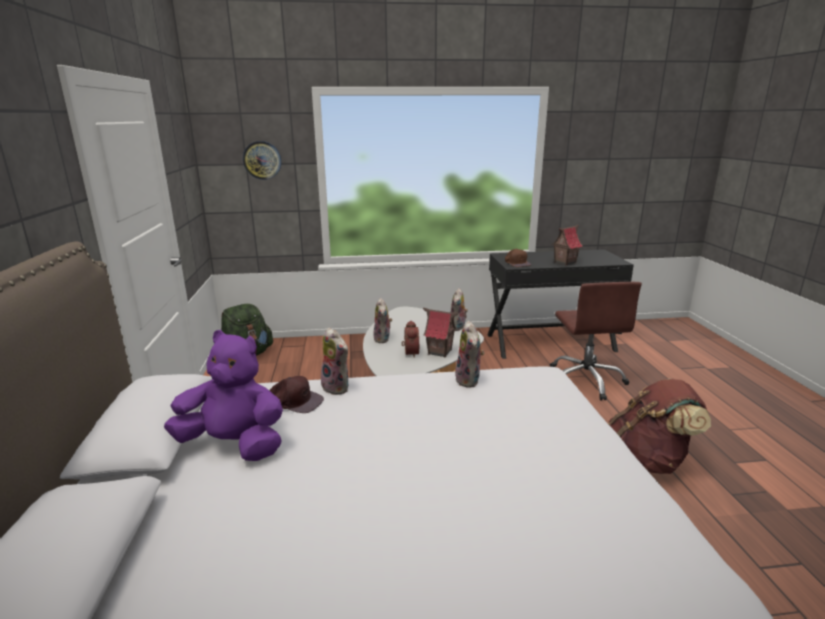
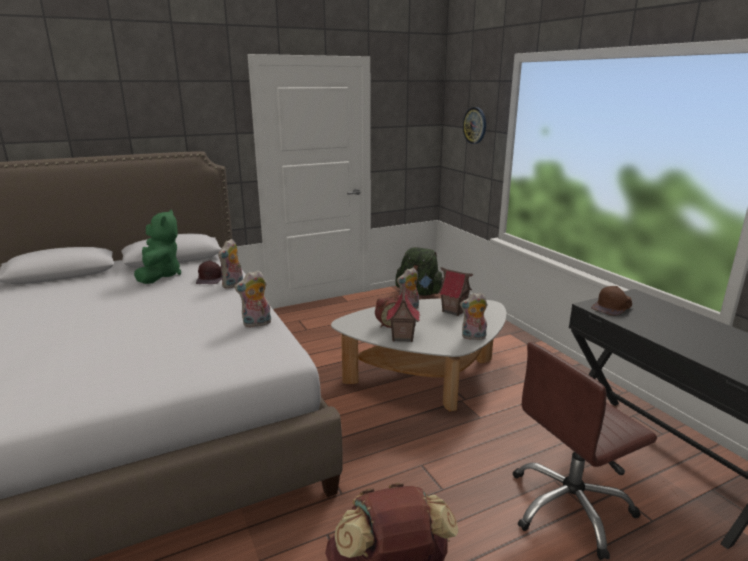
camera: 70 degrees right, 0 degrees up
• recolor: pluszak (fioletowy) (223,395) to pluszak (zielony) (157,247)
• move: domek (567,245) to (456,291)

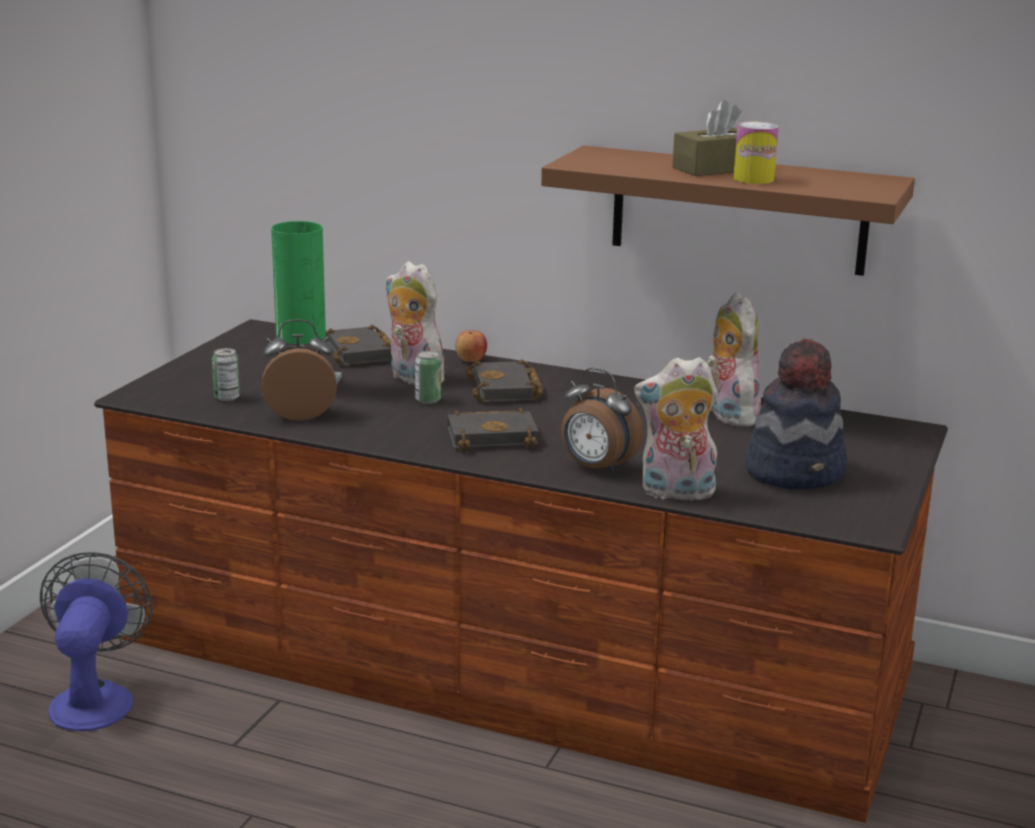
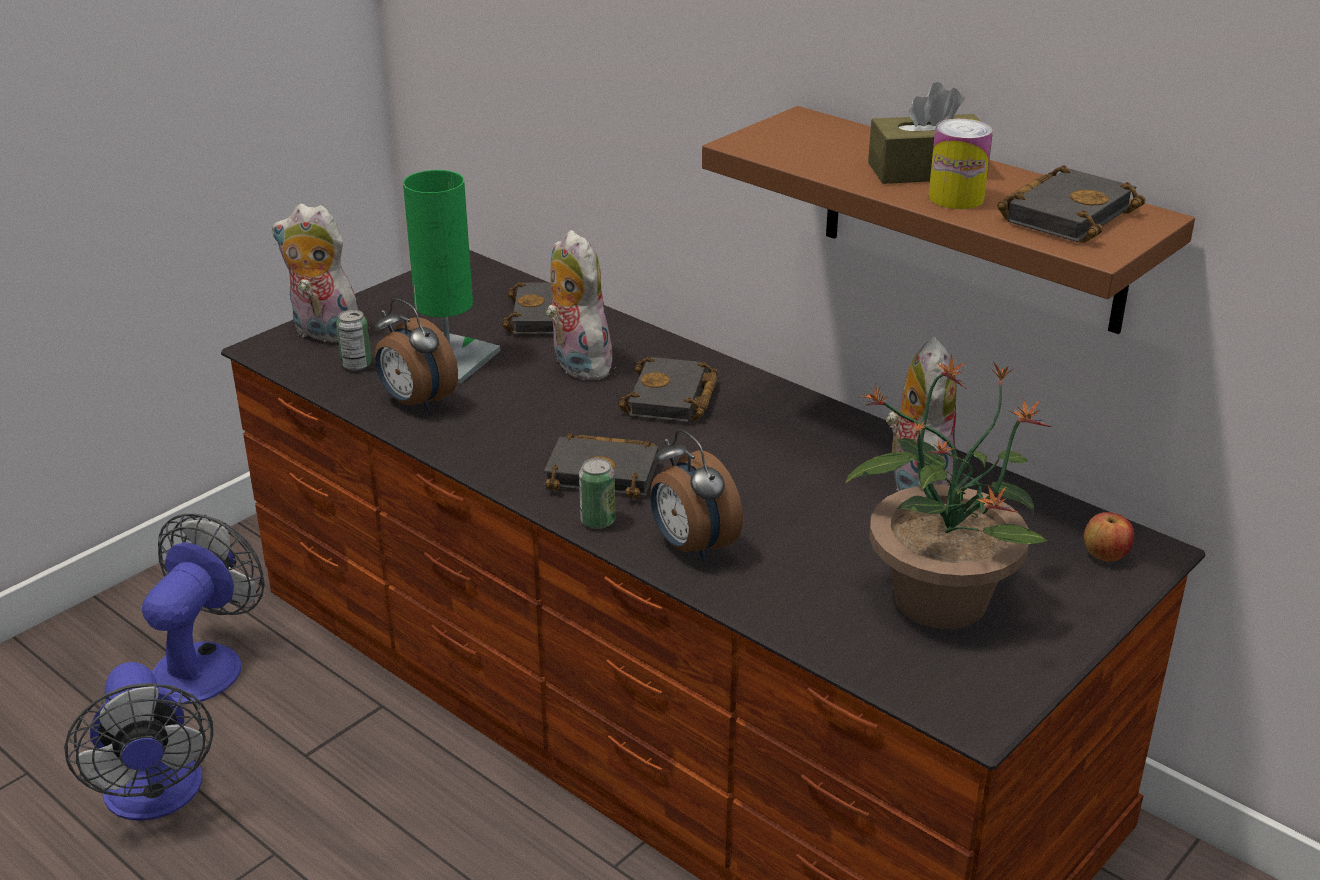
camera: 20 degrees right, 10 degrees up
• insert: wentylator (139,741)
• move: pluszak (676,429) to (315,273)
• rotate: budzik (299,370) = (416,355) 150 degrees counterclockwise
• move: puszka (428,377) to (597,493)
• replace: kapelusz (796,414) to roślina doniczkowa (948,491)
• insert: książka (czarny) (1071,204)
• move: jabłko (471,346) to (1109,537)

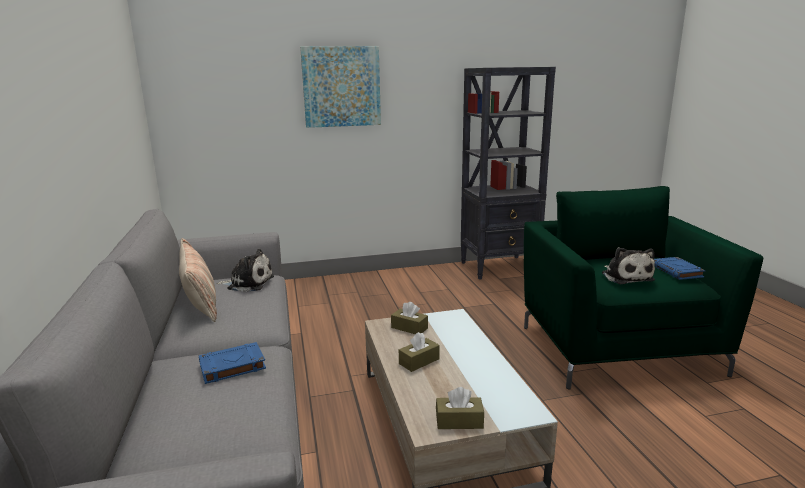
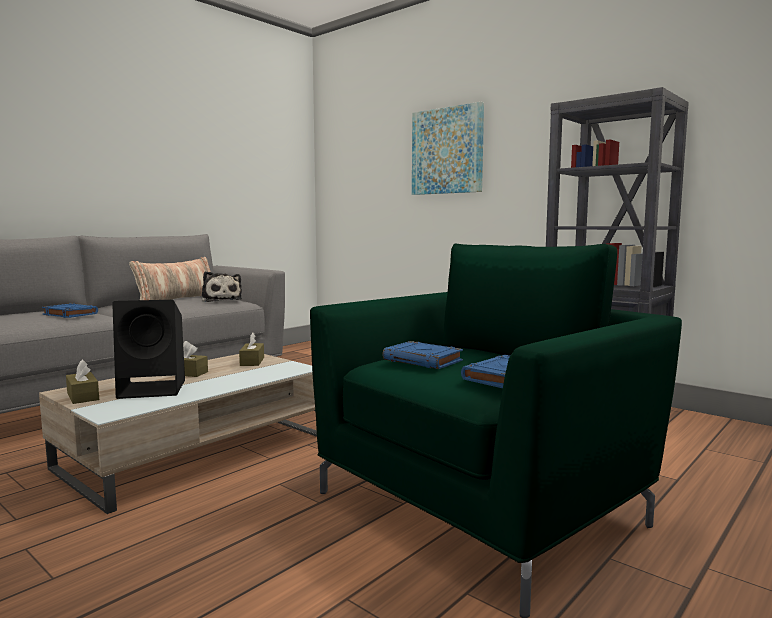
camera: 55 degrees right, 10 degrees down
• insert: głośnik (czarny) (148,349)
• replace: pluszak (628,266) to książka (niebieski) (422,355)

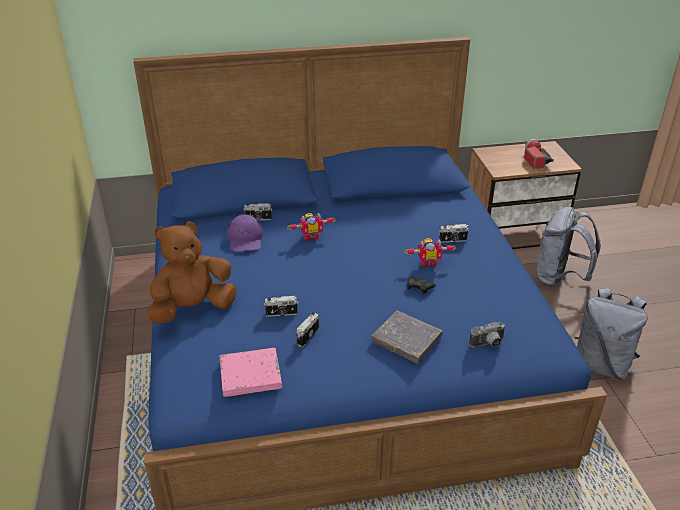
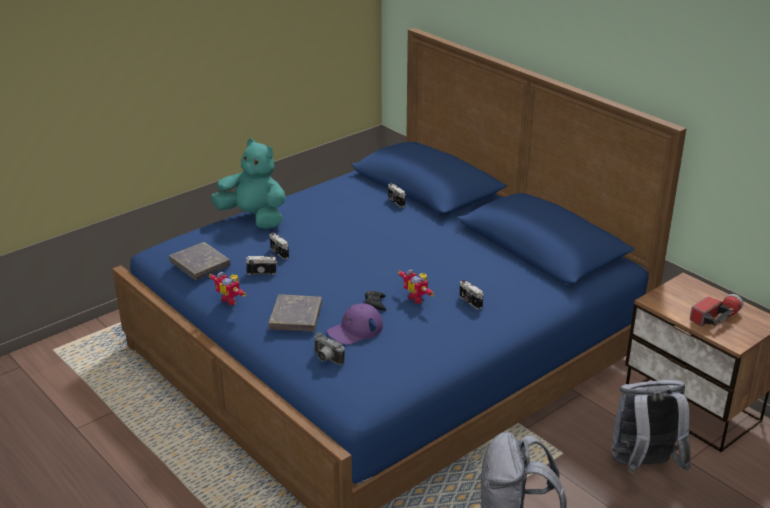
camera: 60 degrees right, 5 degrees down
• recolor: książka (różowy) (250,372) to książka (szary) (200,261)
• move: robot zabawkowy (311,227) to (227,288)
• recolor: pluszak (brązowy) (191,272) to pluszak (turkusowy) (248,184)
• move: czapka z daszkiem (fioletowy) (245,233) to (355,324)

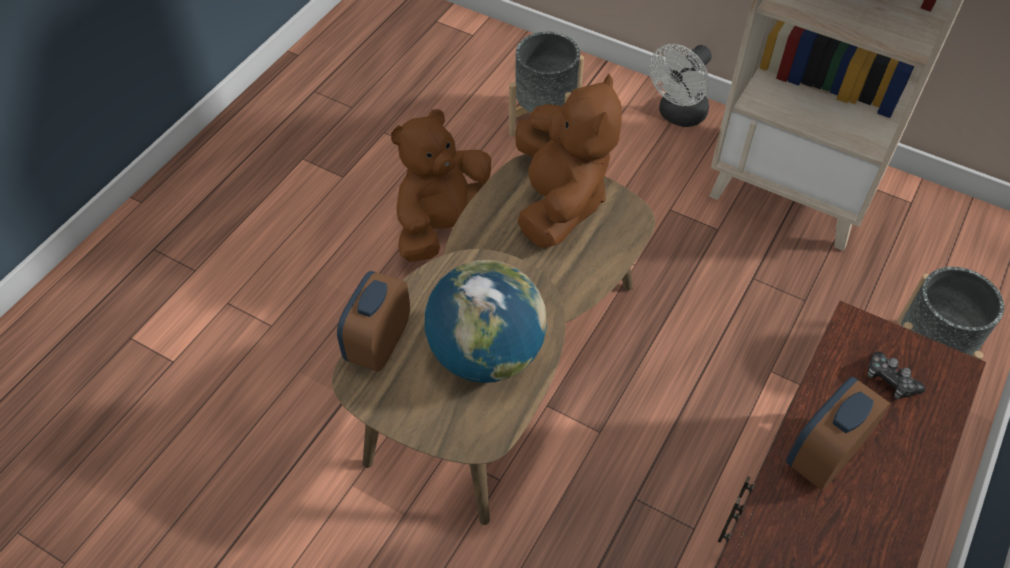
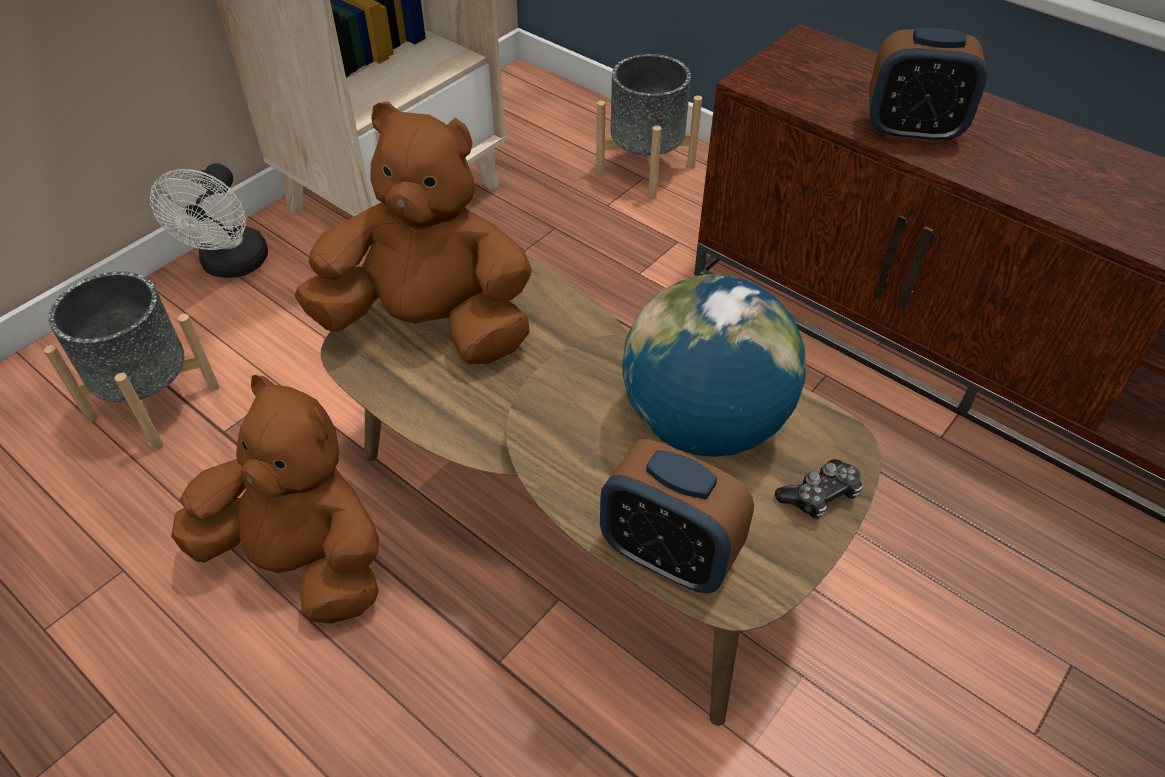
camera: 80 degrees left, 5 degrees down
• rotate: wentylator (biały) (680,85) = (209,220) 45 degrees clockwise
• rotate: pluszak (brązowy) (441,185) = (275,499) 150 degrees clockwise
• move: pad do gier (896,375) to (819,489)
• rotate: budzik (838,433) = (928,86) 45 degrees counterclockwise

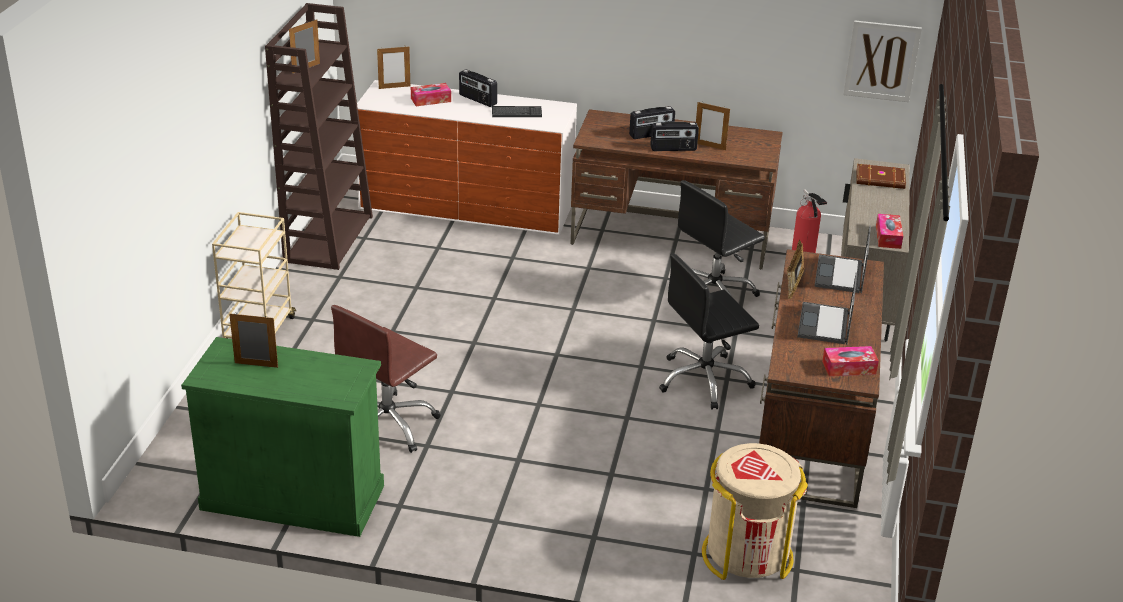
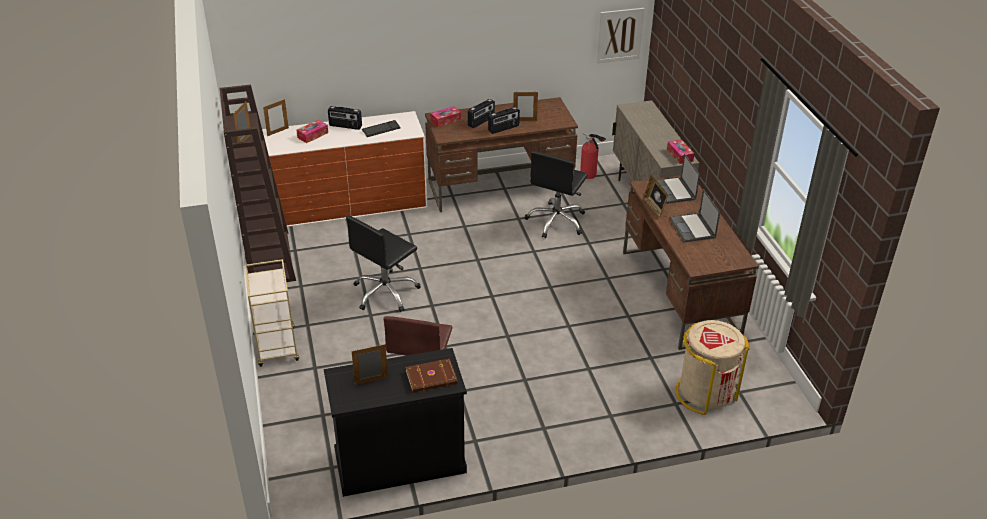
camera: 25 degrees left, 5 degrees up
• recolor: szafka (zielony) (282,437) to szafka (czarny) (395,422)
• move: krzesło biurowe (czarny) (709,331) to (383,263)
• move: książka (brązowy) (881,176) to (432,375)
• move: pudełko chusteczek (850,361) to (445,116)

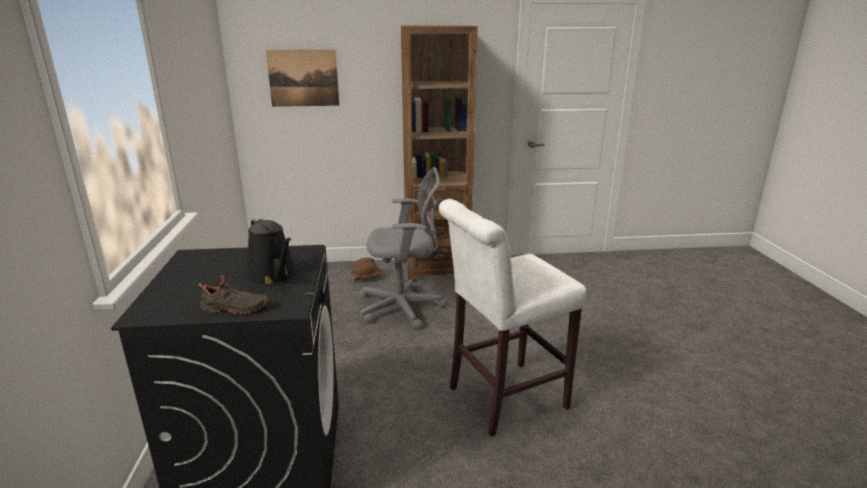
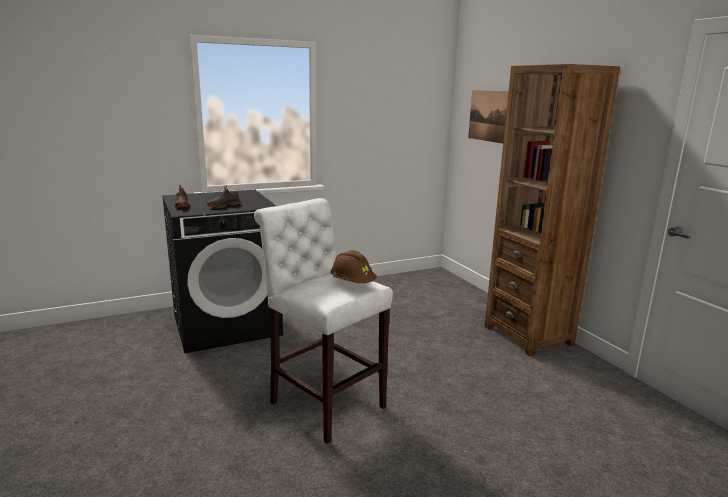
camera: 70 degrees right, 5 degrees down
• replace: konewka (czarny) (271,251) to but (czarny) (223,196)
• move: kask (brązowy) (366,269) to (354,266)
• delete: krzesło biurowe (szary) (403,248)

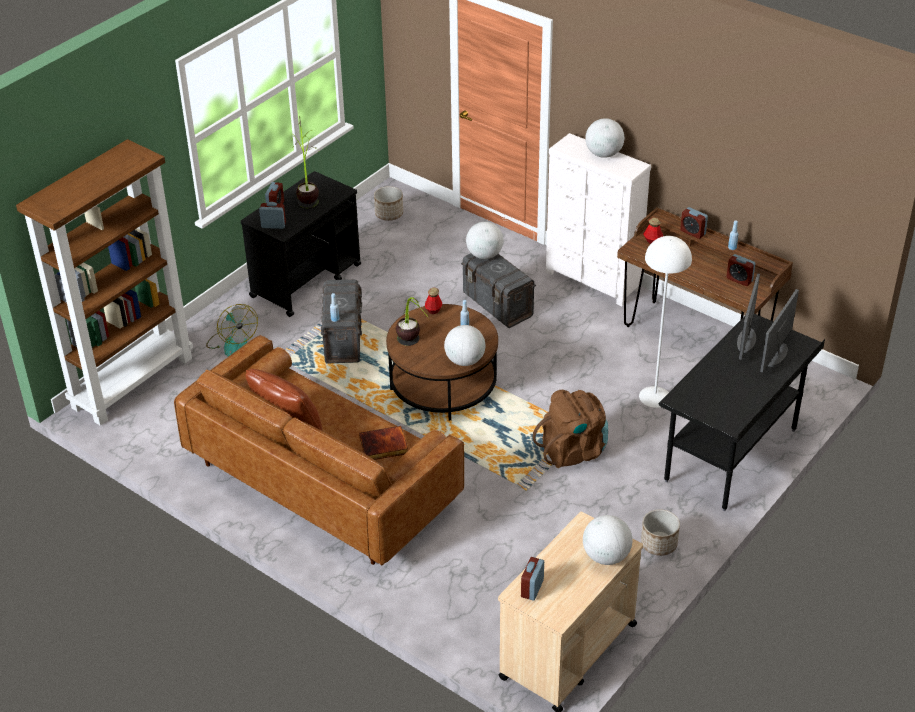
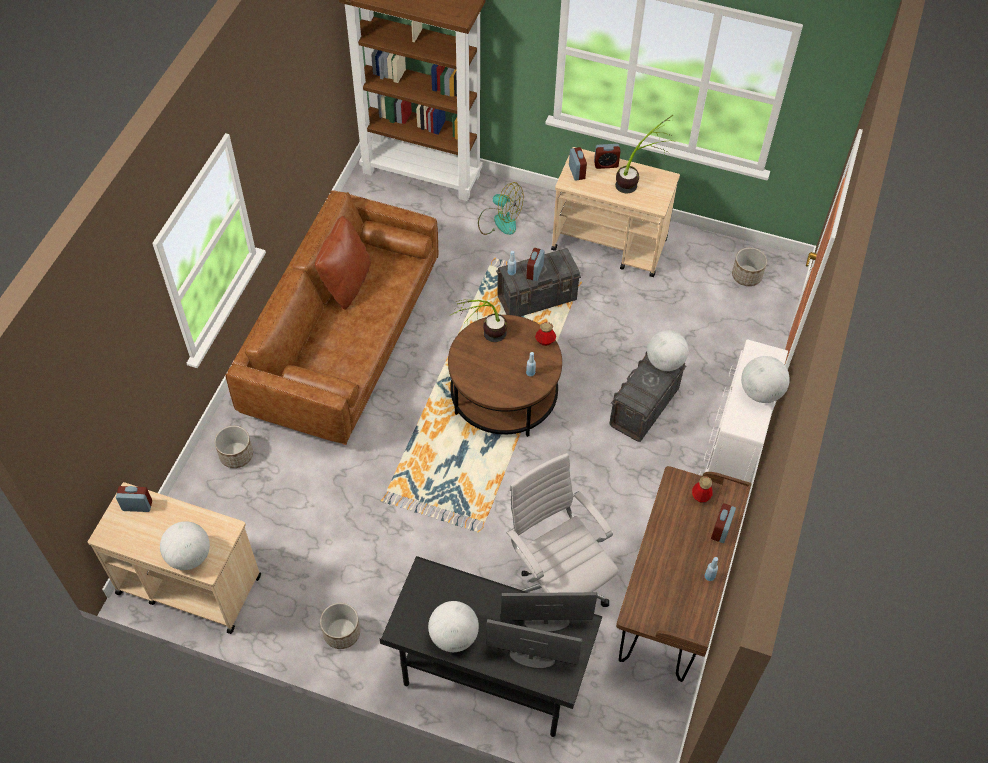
camera: 70 degrees right, 15 degrees up
• insert: donica (233,447)
• move: globus (464,345) to (453,626)
• rotate: wentylator (232,330) = (500,208) 105 degrees counterclockwise
• replace: lampa stojąca (biały) (665,322) to krzesło biurowe (biały) (563,530)
• move: budzik (741,270) to (536,264)
• recolor: wózek (czarny) (300,244) to wózek (beżowy) (615,212)
• delete: książka (383,443)
• delete: plecak (brązowy) (570,429)

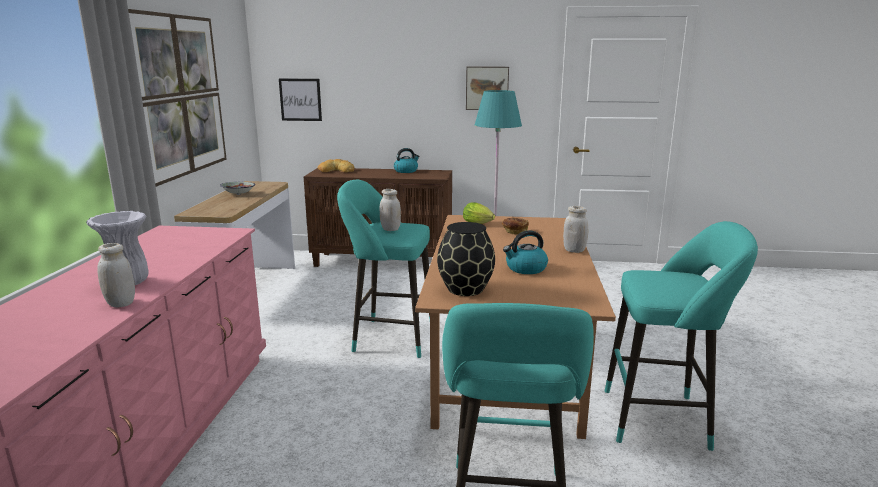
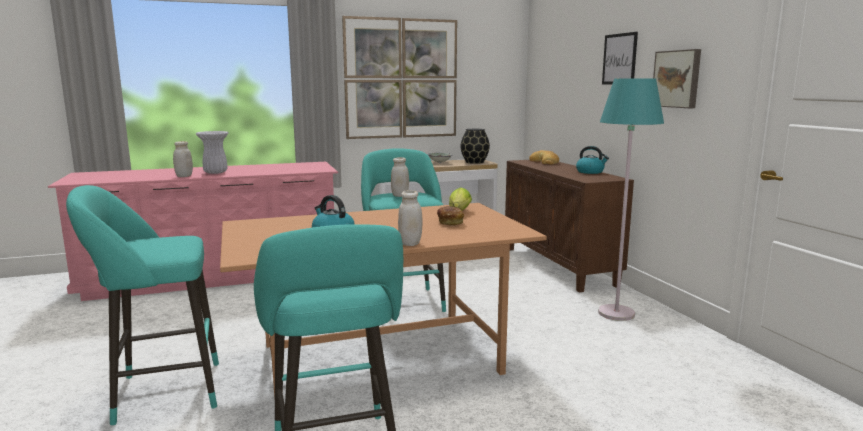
camera: 65 degrees right, 5 degrees down
• move: wazon (czarny) (466,259) to (475,146)
• move: obraz (300,100) to (620,58)

